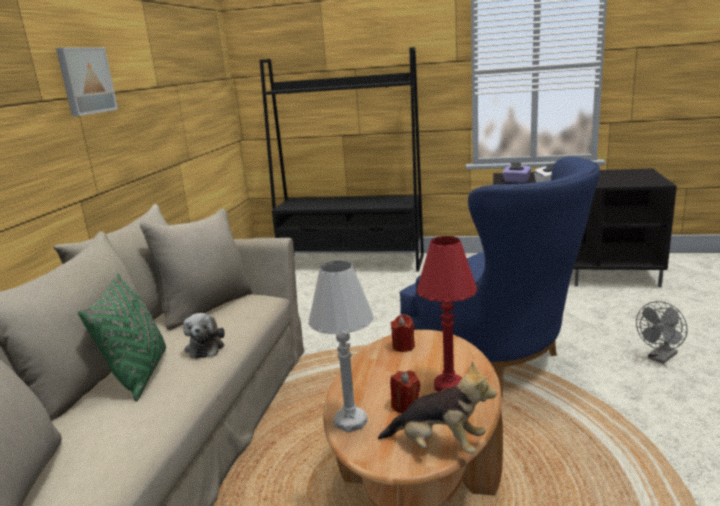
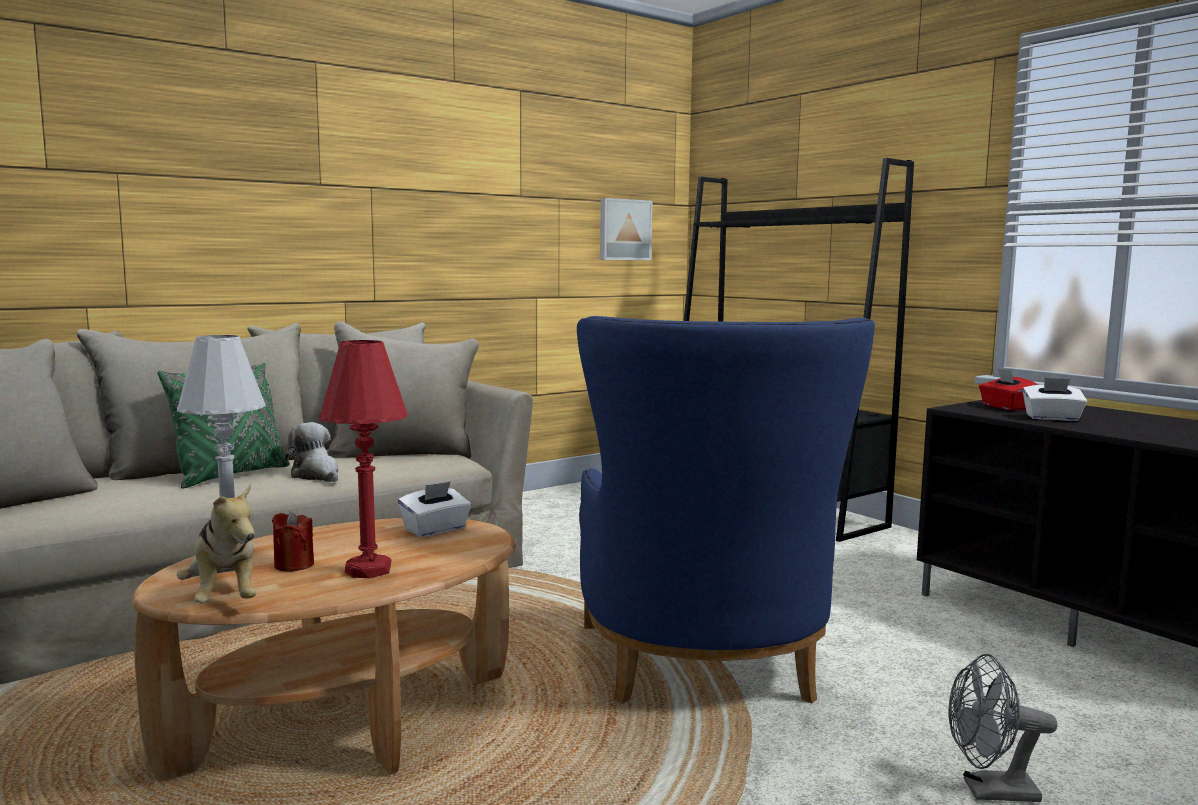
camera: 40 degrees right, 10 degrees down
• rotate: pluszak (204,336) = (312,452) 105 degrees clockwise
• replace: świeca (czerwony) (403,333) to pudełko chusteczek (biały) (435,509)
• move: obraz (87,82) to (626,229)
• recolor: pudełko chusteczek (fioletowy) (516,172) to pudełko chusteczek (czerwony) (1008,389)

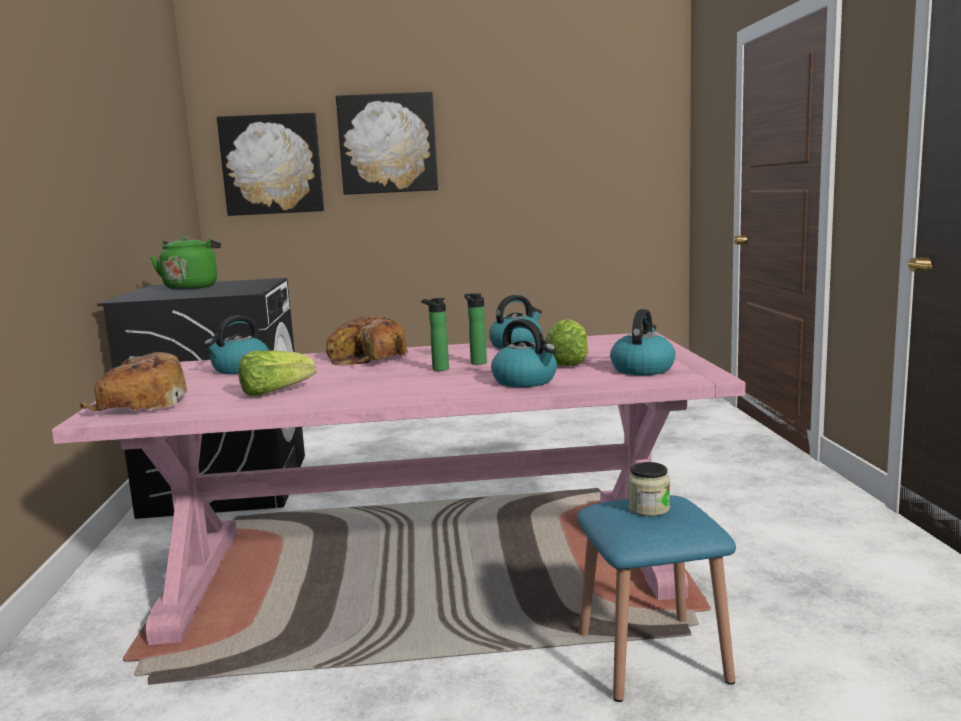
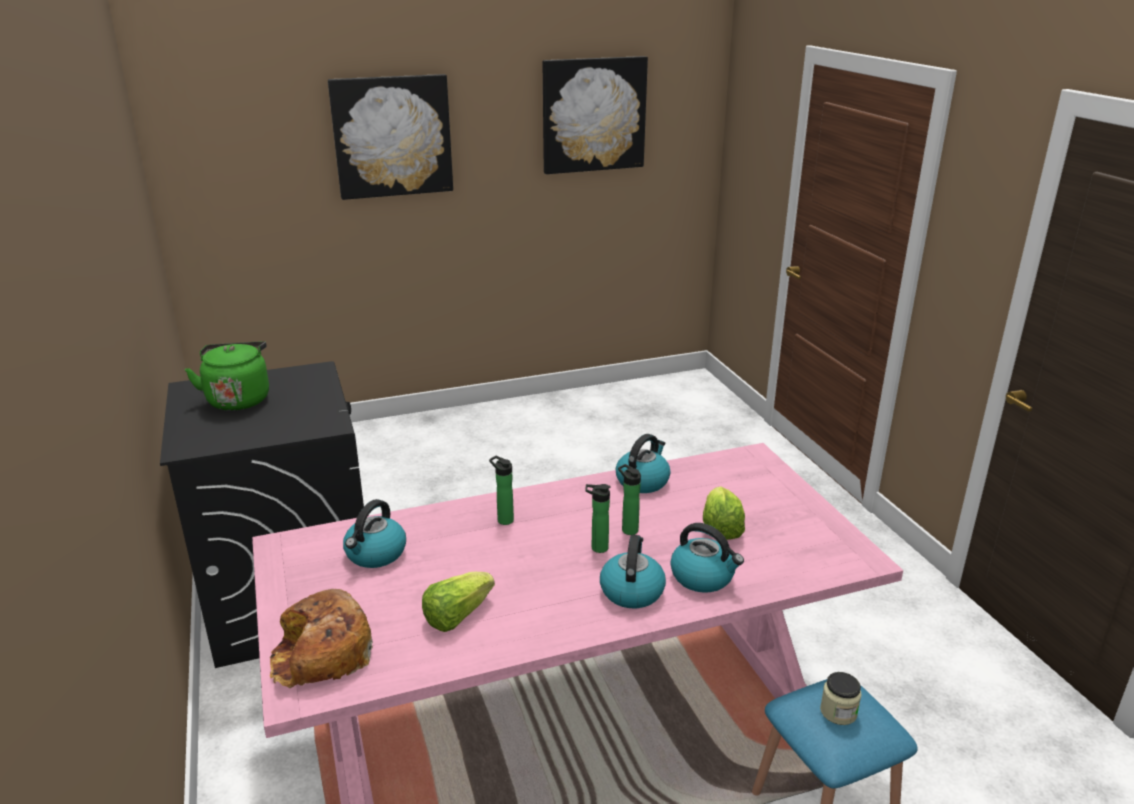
camera: 15 degrees left, 15 degrees up
• replace: chleb (367,340) to butelka (501,490)
• move: obraz (270,164) to (595,115)
• move: czajnik (642,342) to (633,571)

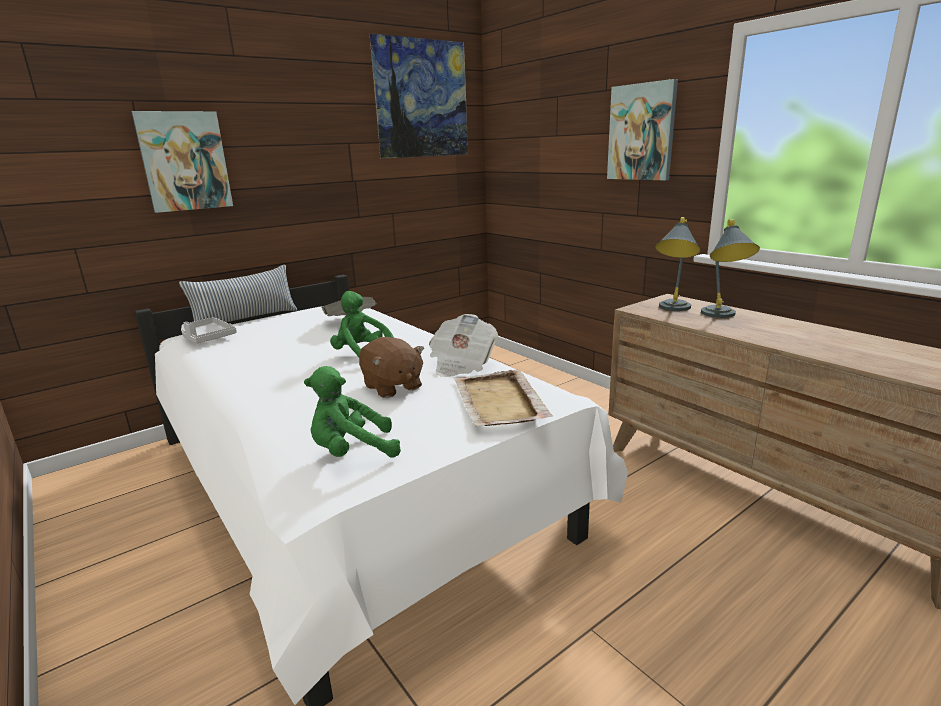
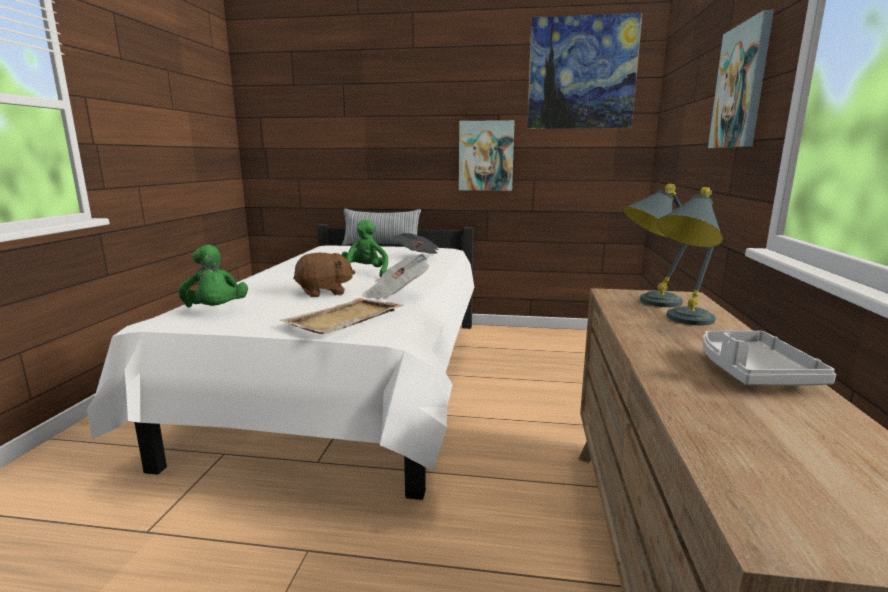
camera: 45 degrees right, 5 degrees down
• rotate: pluszak (zielony) (352,412) = (213,276) 150 degrees counterclockwise
• rotate: pluszak (brązowy) (391,367) = (324,275) 120 degrees counterclockwise
• move: obraz (182,162) to (487,155)
• move: taca (szary) (209,330) to (769,358)

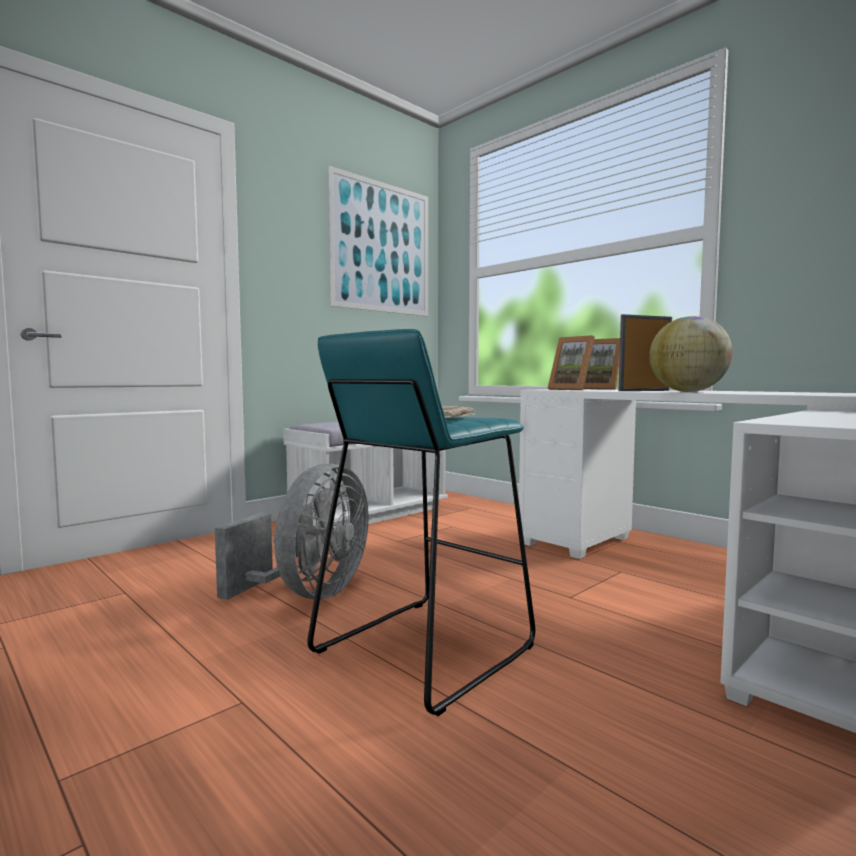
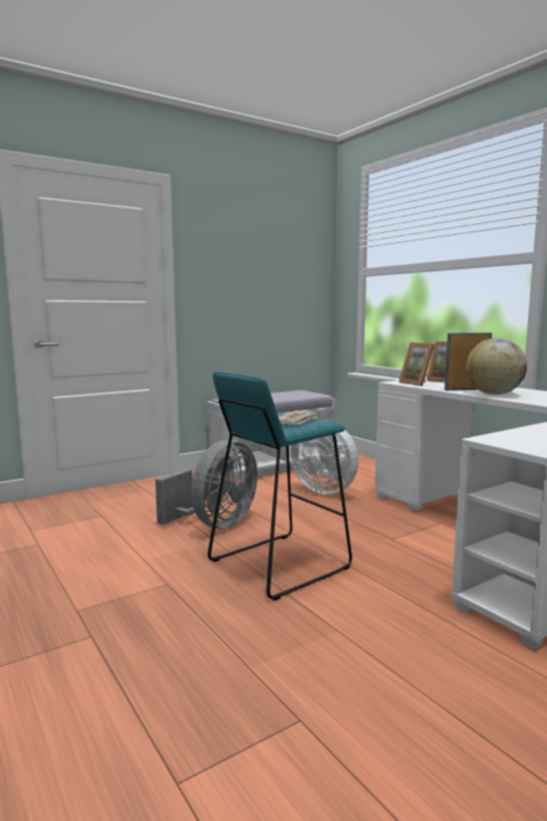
camera: 10 degrees right, 5 degrees up
• insert: wentylator (biały) (325,457)
• delete: obraz (377,241)

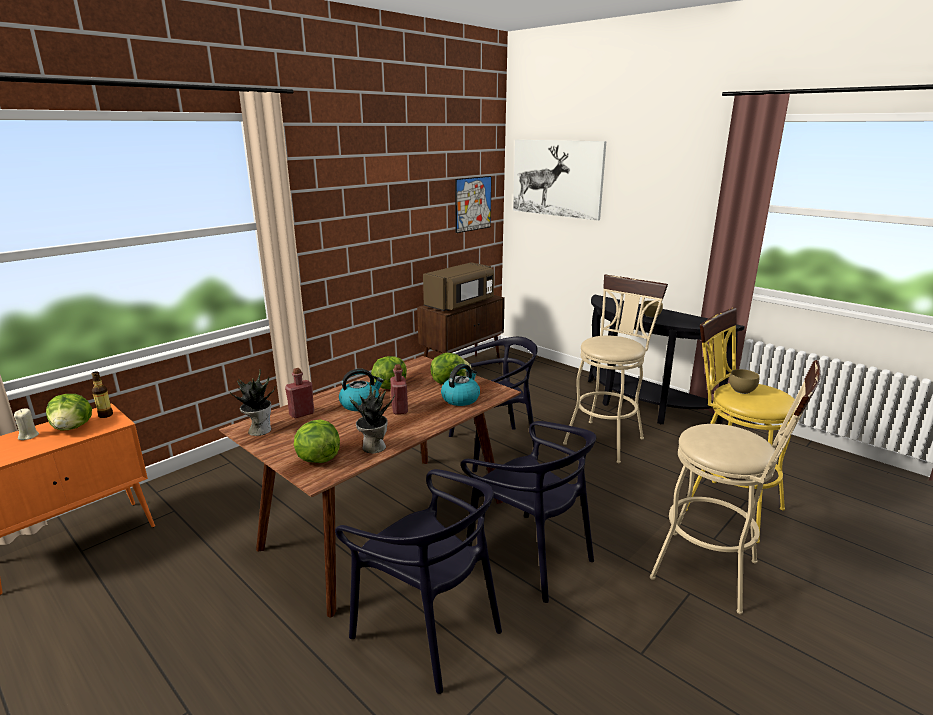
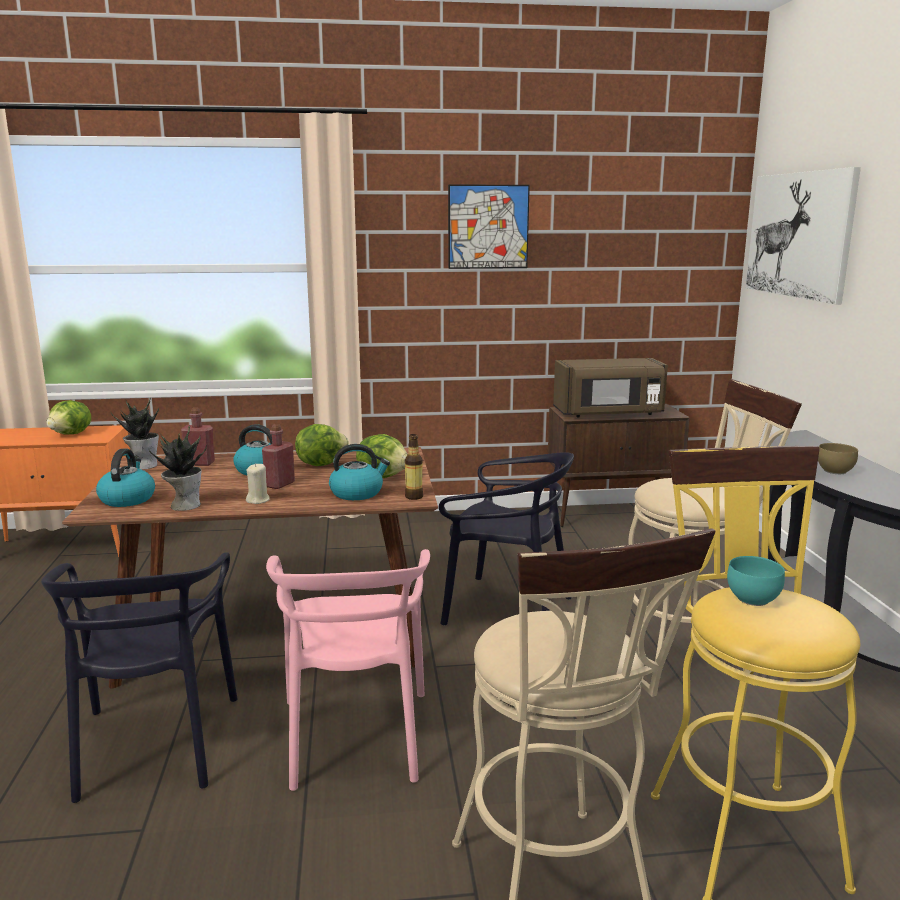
camera: 40 degrees right, 5 degrees down
• replace: sałata (317,441) to czajnik (125,478)
• move: świeca (beżowy) (26,424) to (258,483)
• recolor: krzesło (czarny) (528,512) to krzesło (różowy) (348,670)
• move: butelka (102,394) to (414,467)
• move: obraz (473,204) to (489,226)
• recolor: miska (brązowy) (744,381) to miska (turkusowy) (756,581)

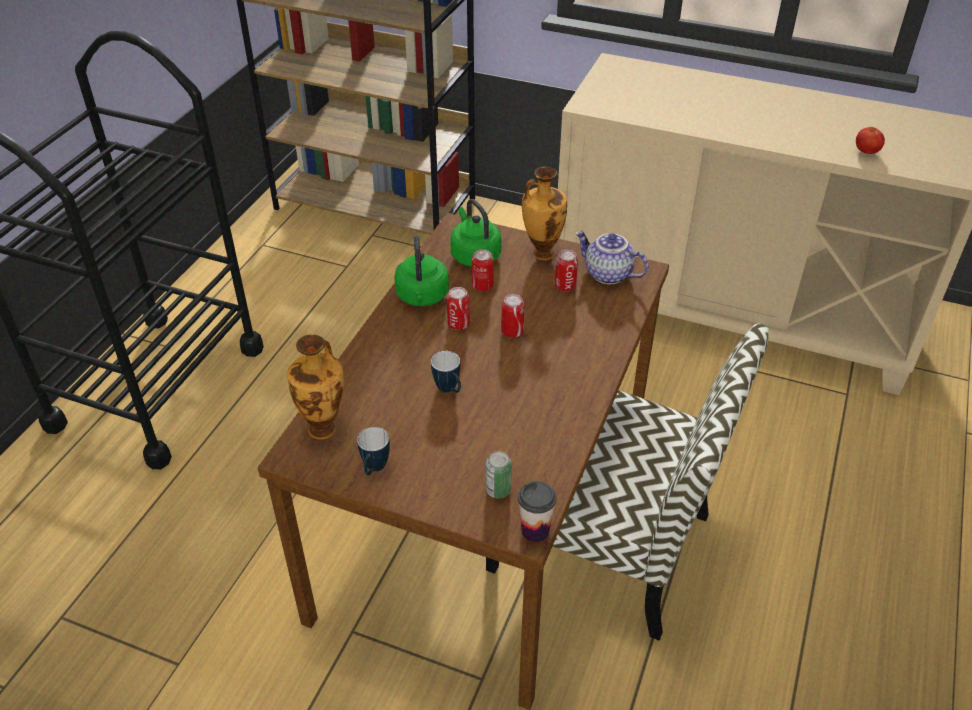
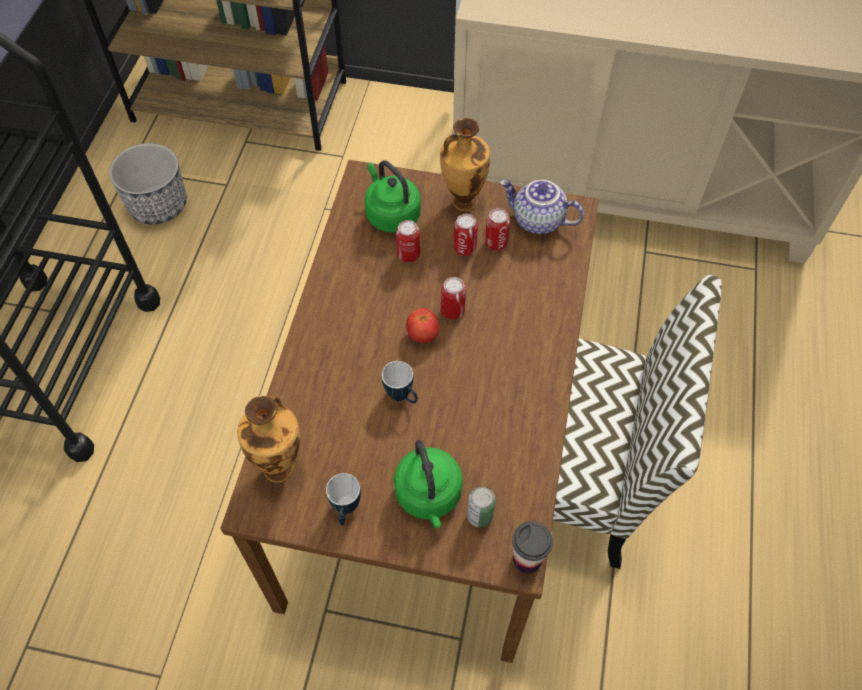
camera: 10 degrees left, 15 degrees up
• insert: donica (148,183)
• move: czajnik (zielony) (421,270) to (428,484)
• move: pomidor (870,140) to (423,325)
• move: puszka (458,308) to (465,235)

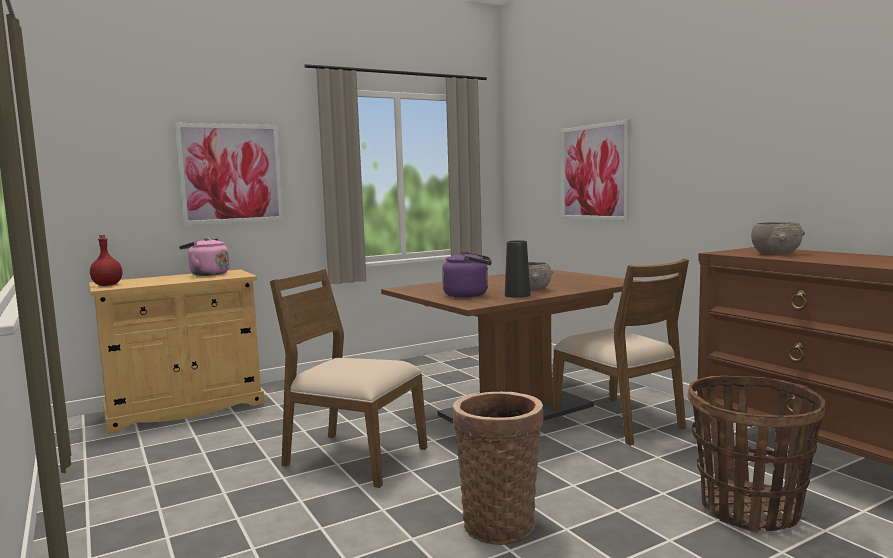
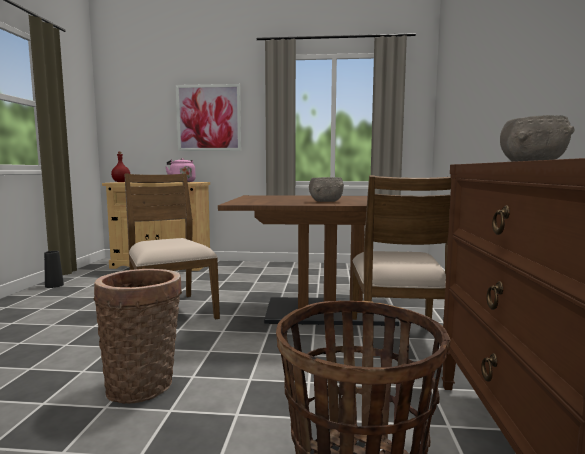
camera: 35 degrees right, 0 degrees up
• move: wazon (czarny) (517,269) to (54,269)
• delete: czajnik (fioletowy) (467,274)
• delete: obraz (595,170)

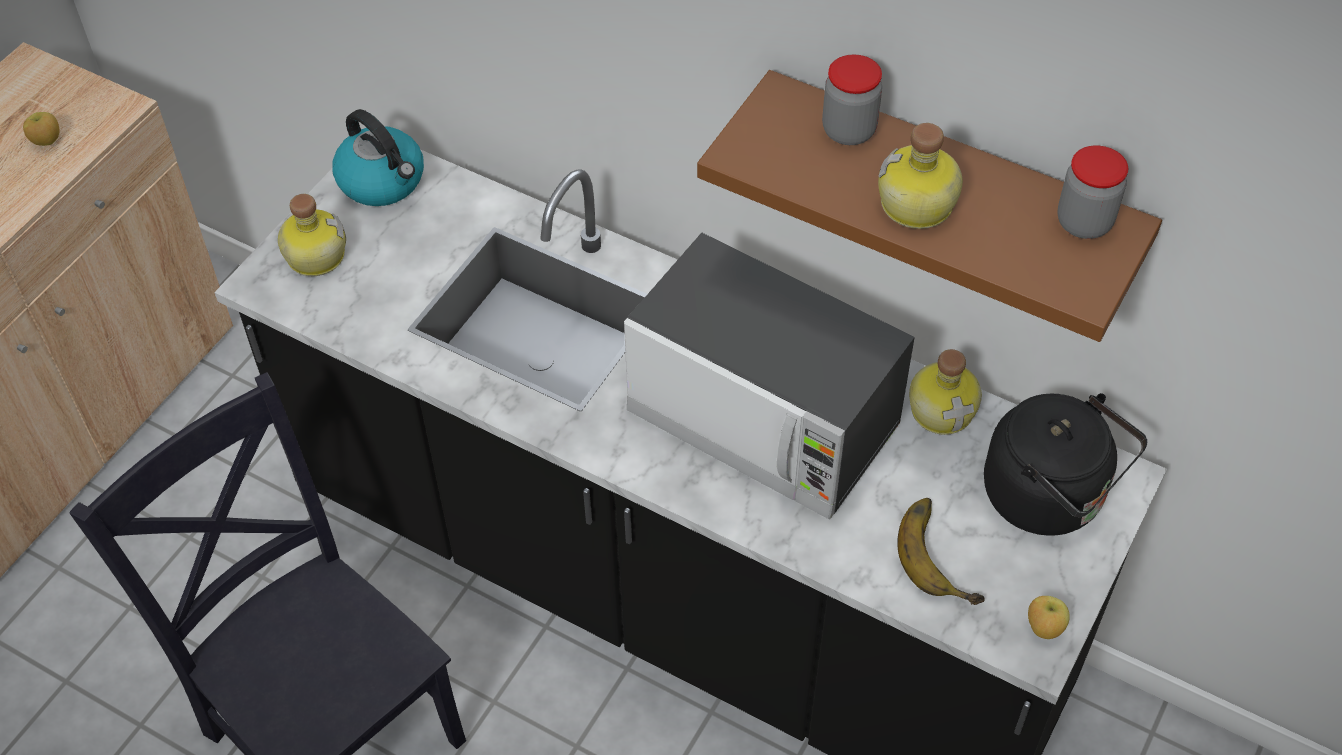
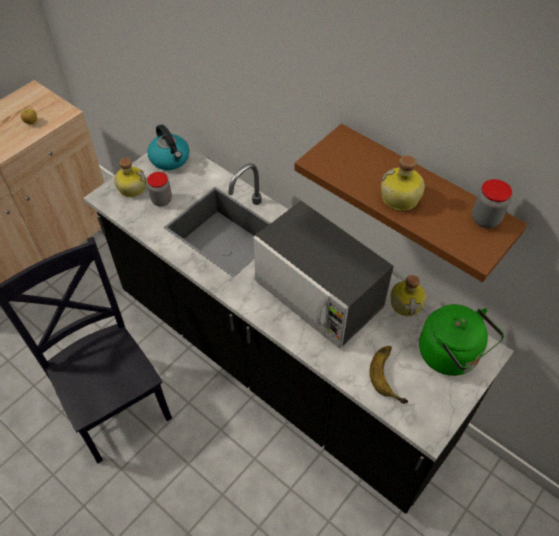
camera: 10 degrees right, 0 degrees up
• move: słoik (852,99) to (159,189)
• recolor: czajnik (czarny) (1065,464) to czajnik (zielony) (461,340)
• delete: jabłko (1049,617)

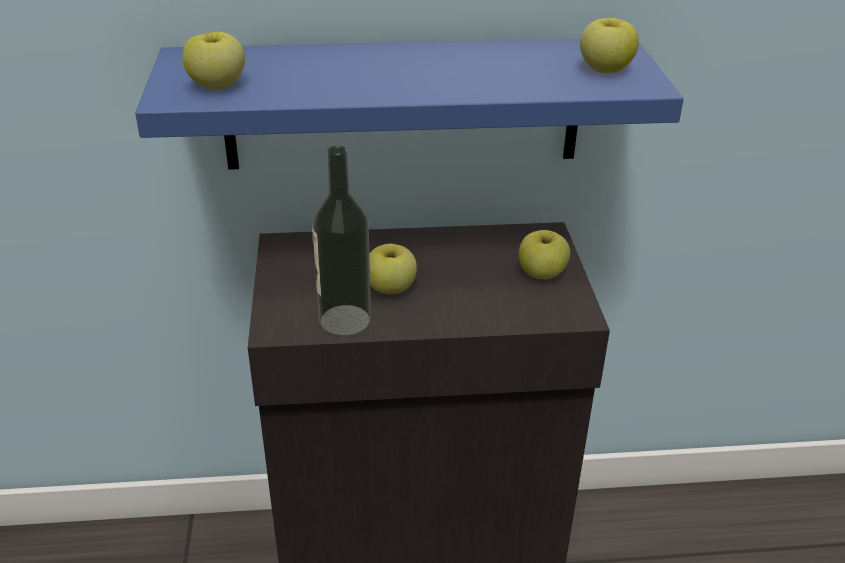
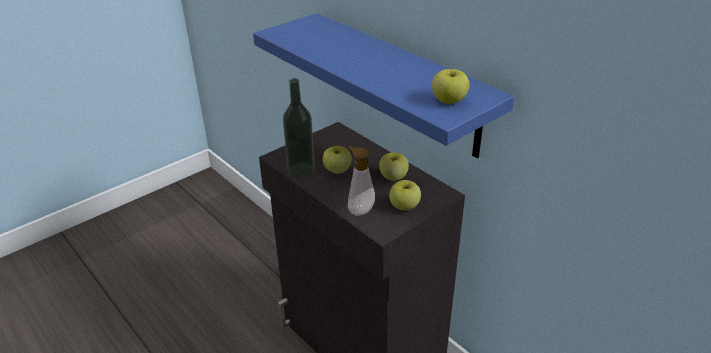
camera: 55 degrees right, 0 degrees up
• insert: dozownik mydła (361,181)
• move: jabłko (213,61) to (394,166)

